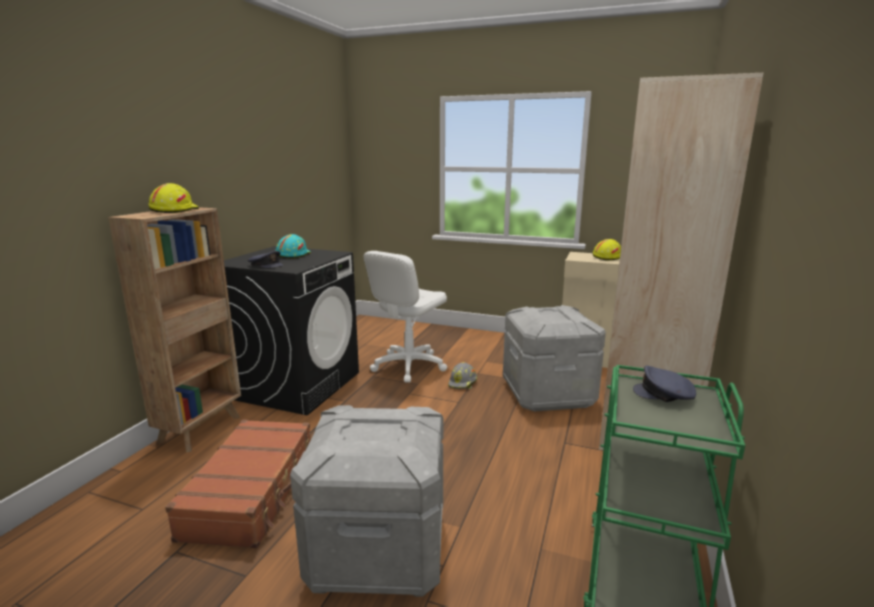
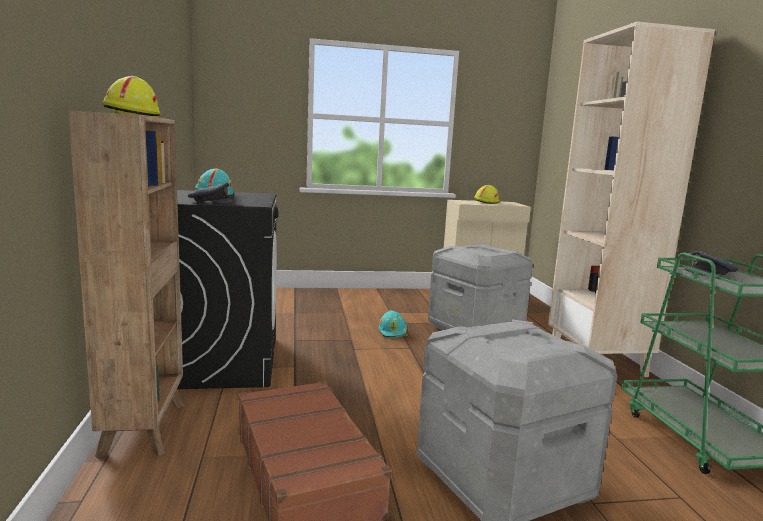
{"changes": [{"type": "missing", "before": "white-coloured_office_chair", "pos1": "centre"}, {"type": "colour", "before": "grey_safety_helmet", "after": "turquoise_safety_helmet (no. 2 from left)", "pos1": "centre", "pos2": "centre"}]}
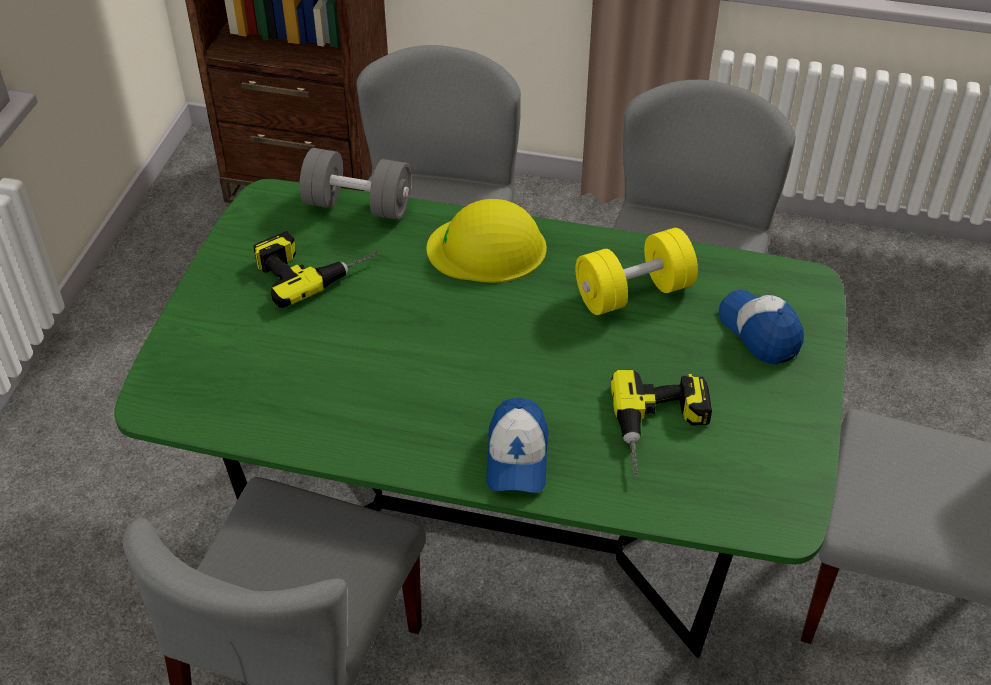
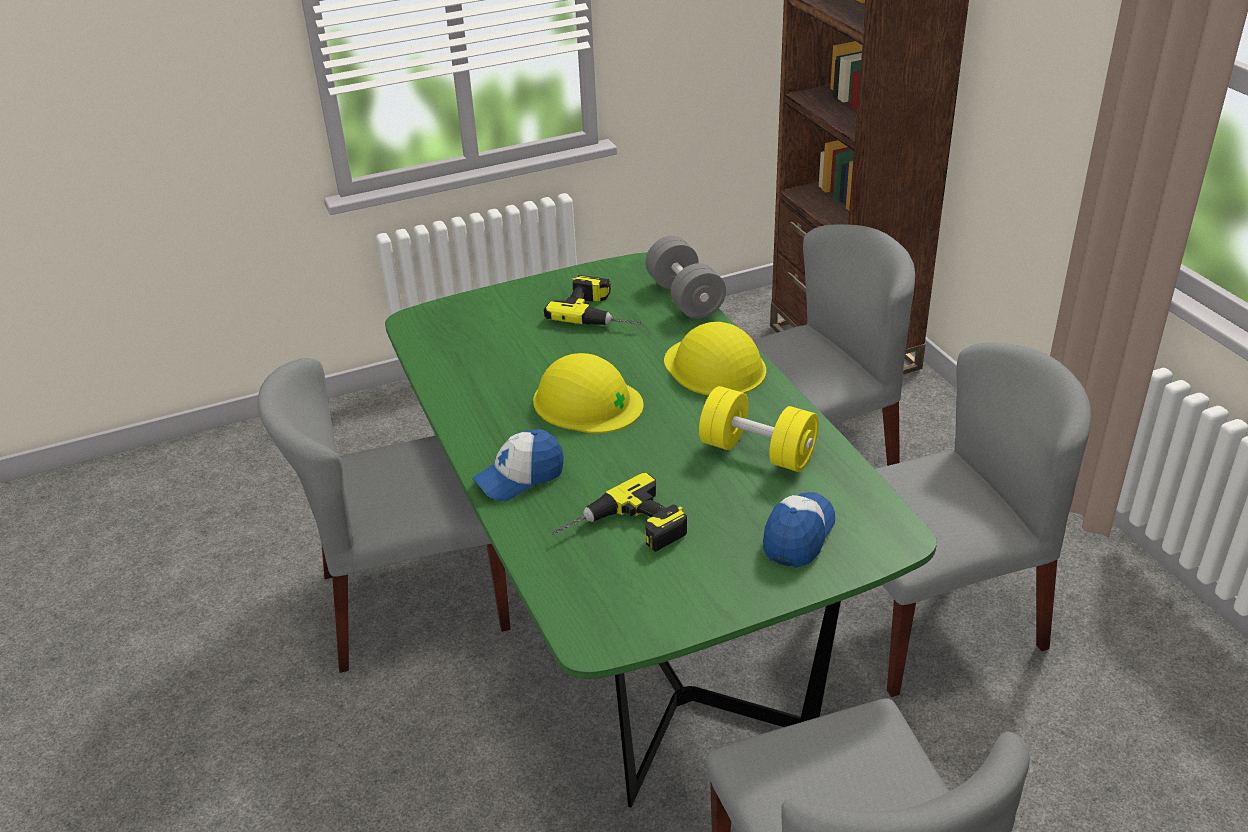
{"changes": [{"type": "appeared", "after": "yellowish_safety_helmet (no. 1 from left)", "pos2": "centre"}]}
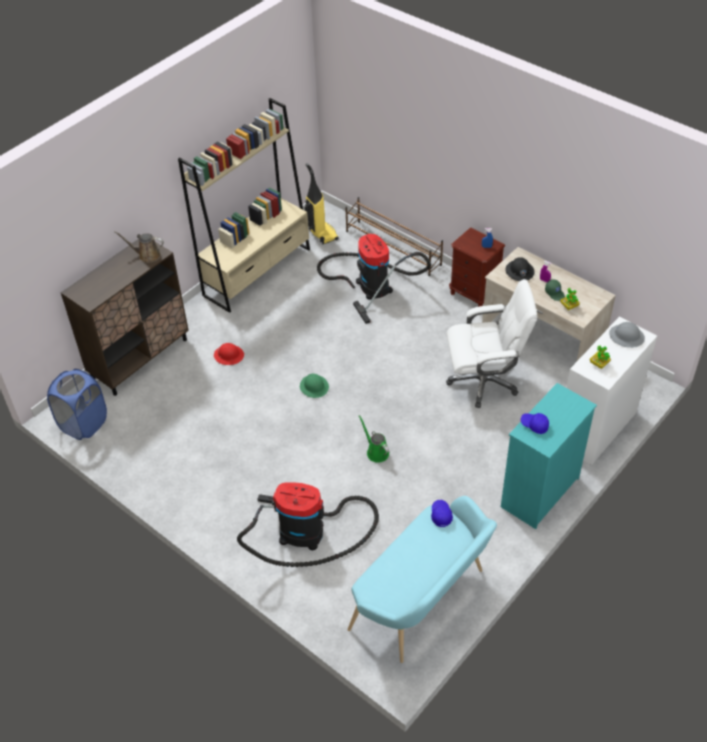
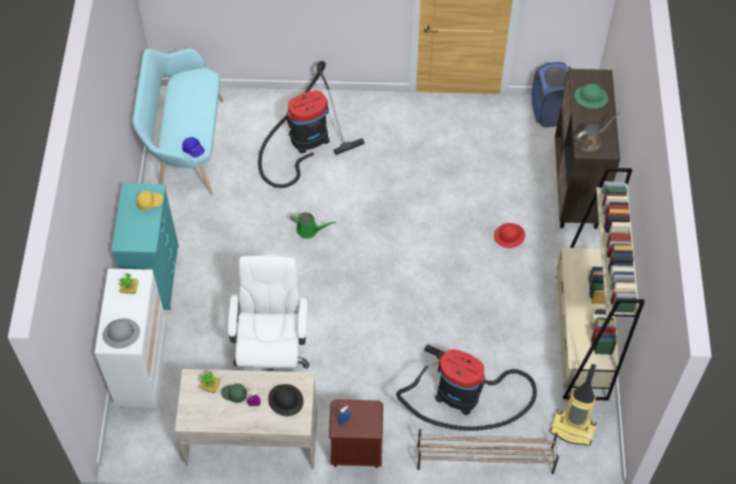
{"changes": [{"type": "relocated", "before": "greenish_safety_helmet", "pos1": "centre", "pos2": "top right"}, {"type": "spun", "before": "white-coloured_office_chair", "pos1": "middle right", "pos2": "centre", "turn": 135}, {"type": "colour", "before": "blue_baseball_cap (no. 2 from left)", "after": "yellowish_baseball_cap", "pos1": "middle right", "pos2": "middle left"}]}
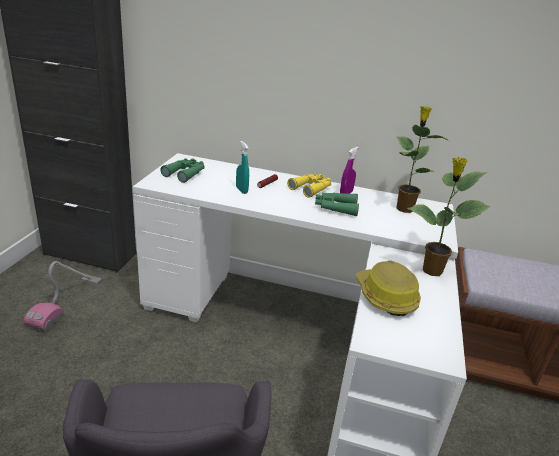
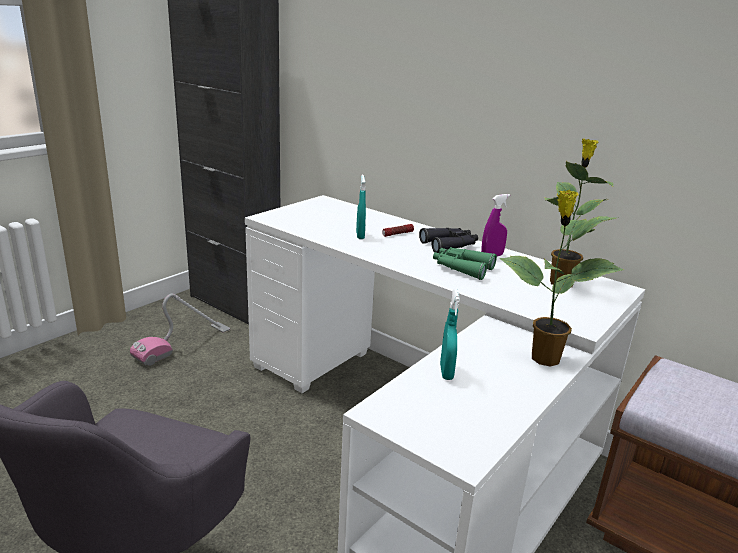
{"changes": [{"type": "missing", "before": "greenish_binoculars (no. 1 from left)", "pos1": "middle left"}, {"type": "colour", "before": "yellowish_binoculars", "after": "black-coloured_binoculars", "pos1": "centre", "pos2": "centre"}, {"type": "exchanged", "before": "safety_helmet", "after": "turquoise_sprayer (no. 2 from left)", "pos1": "middle right", "pos2": "centre"}]}
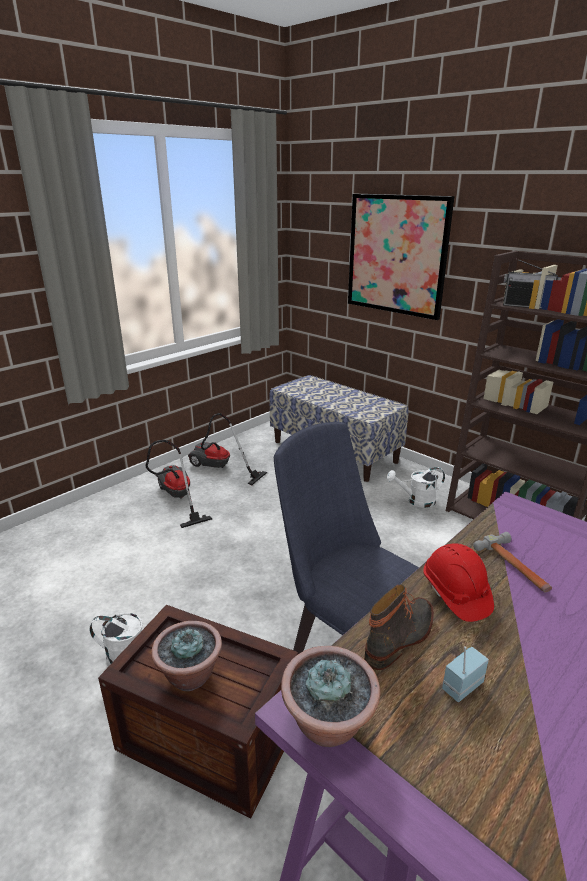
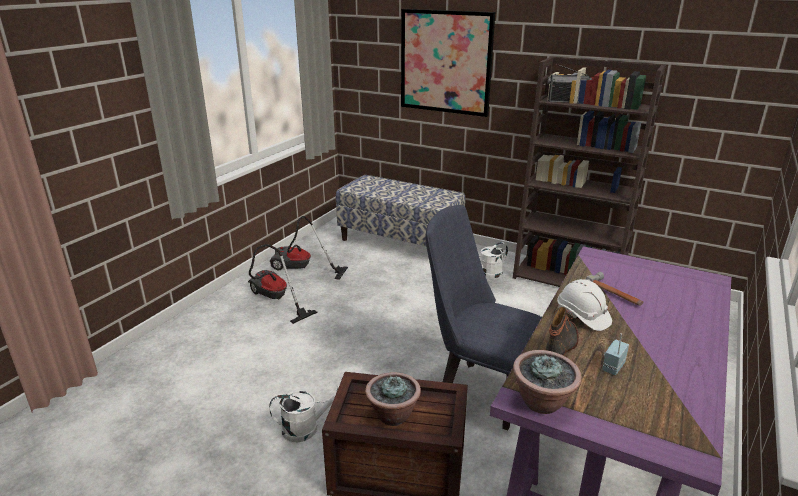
{"changes": [{"type": "colour", "before": "red-coloured_safety_helmet", "after": "white-coloured_safety_helmet", "pos1": "middle right", "pos2": "middle right"}]}
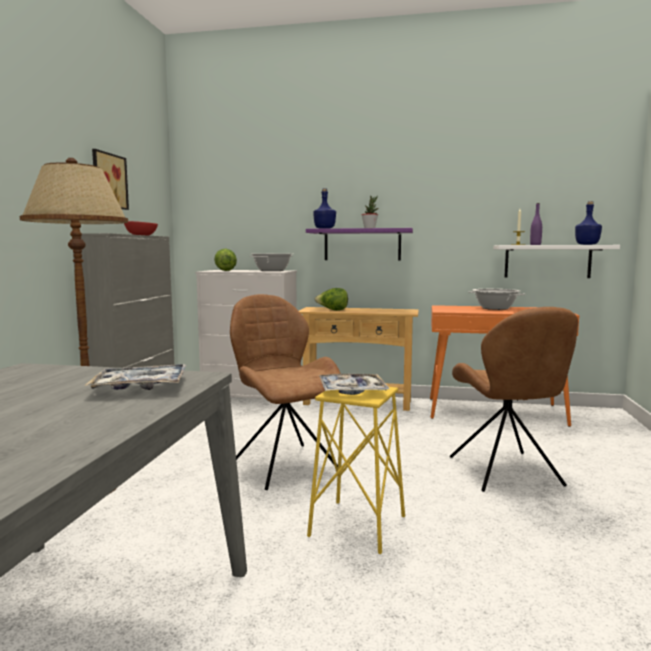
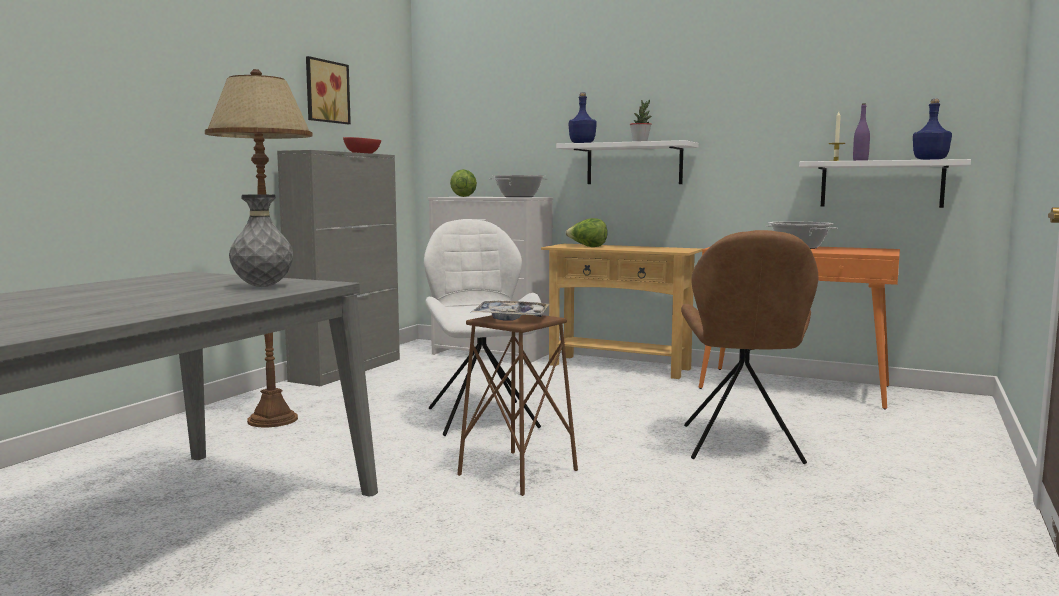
{"changes": [{"type": "exchanged", "before": "carrying_tray (no. 1 from left)", "after": "grey_vase", "pos1": "middle left", "pos2": "middle left"}, {"type": "colour", "before": "brown-coloured_chair (no. 1 from left)", "after": "white-coloured_chair", "pos1": "centre", "pos2": "centre"}, {"type": "colour", "before": "purple-coloured_shelf", "after": "white-coloured_shelf (no. 1 from left)", "pos1": "centre", "pos2": "top centre"}, {"type": "colour", "before": "yellowish_stool", "after": "brown-coloured_stool", "pos1": "bottom centre", "pos2": "bottom centre"}]}
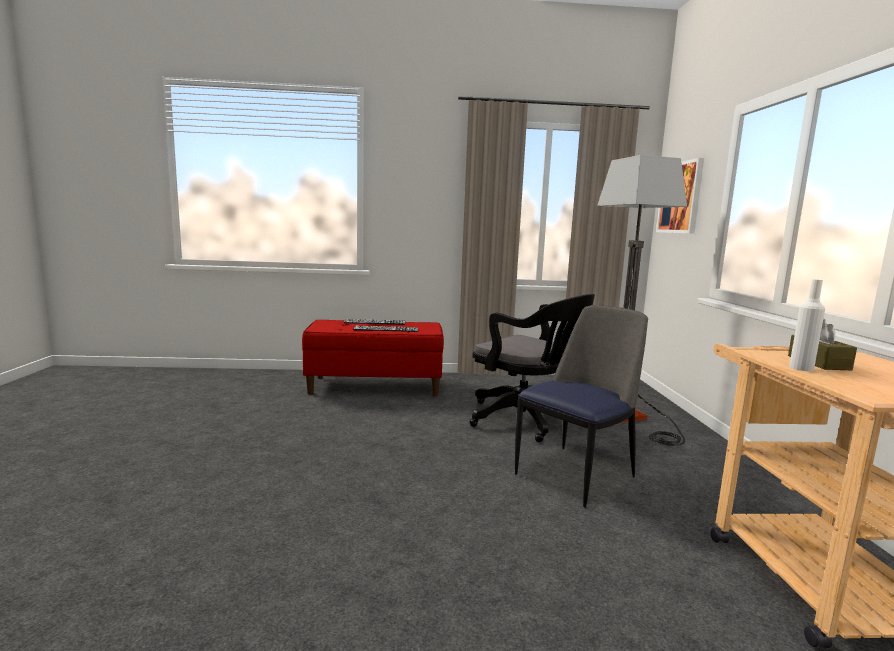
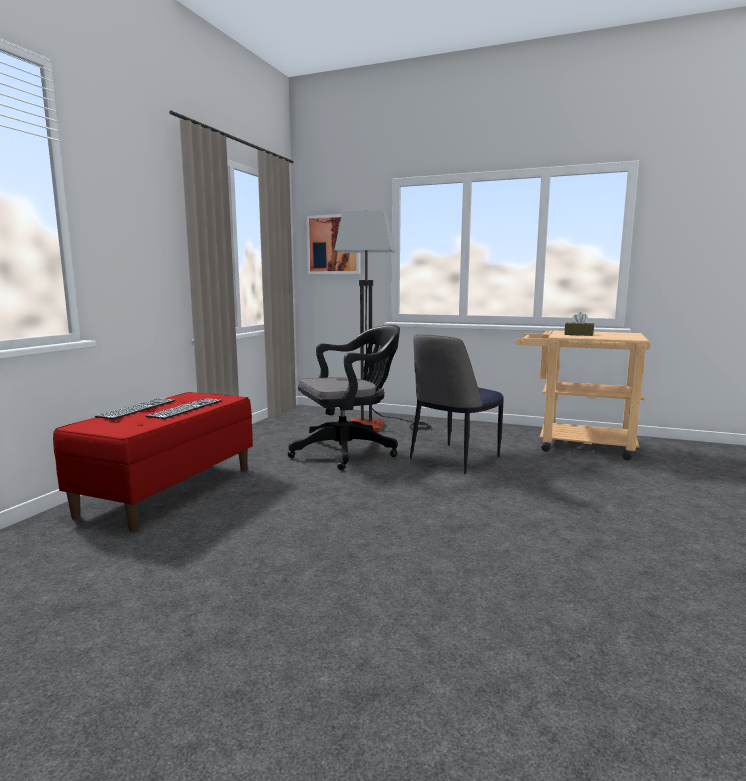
{"changes": [{"type": "spun", "before": "chair", "pos1": "centre", "pos2": "centre", "turn": -120}, {"type": "missing", "before": "white-coloured_beverage_bottle", "pos1": "middle right"}]}
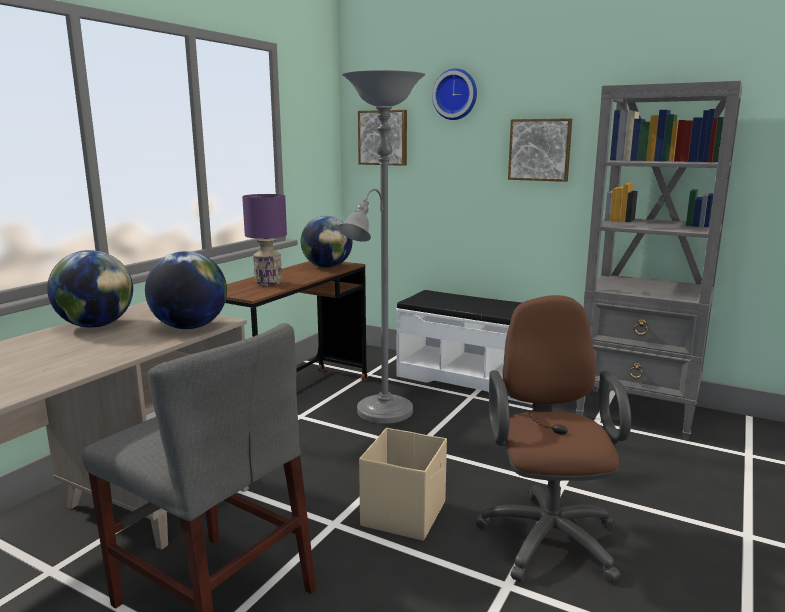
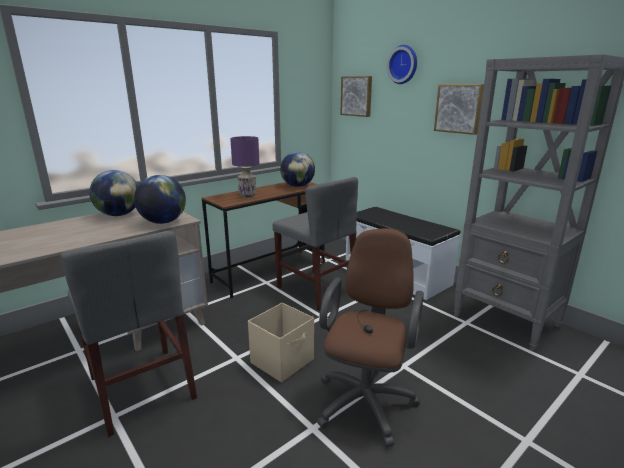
{"changes": [{"type": "exchanged", "before": "grey_standing_lamp", "after": "grey_chair (no. 2 from left)", "pos1": "centre", "pos2": "centre"}]}
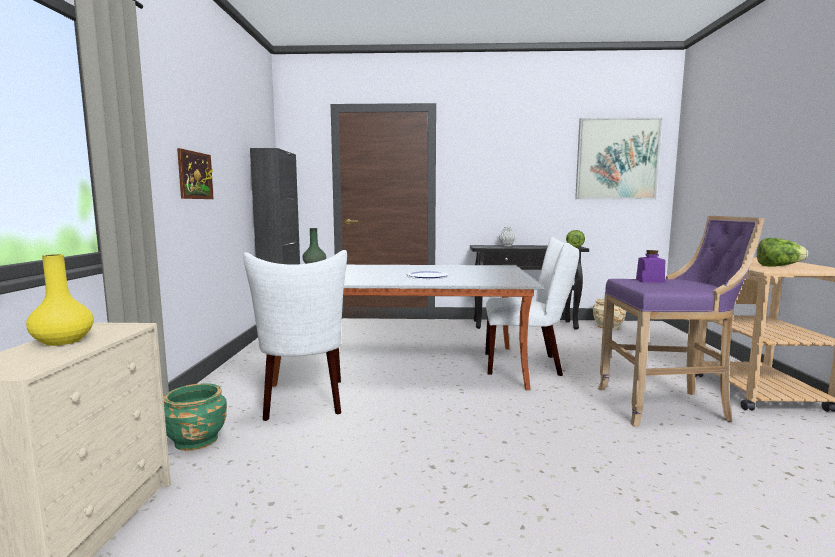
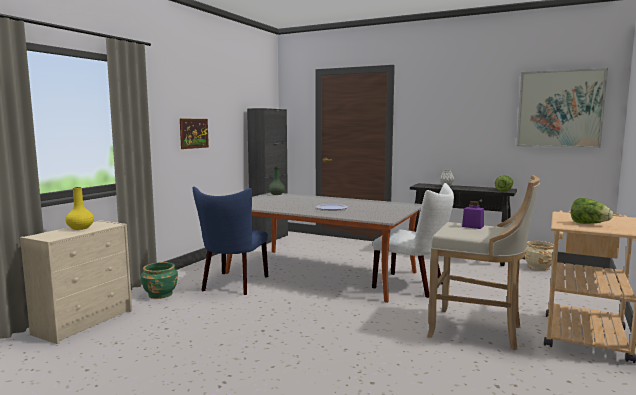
{"changes": [{"type": "colour", "before": "white-coloured_chair (no. 1 from left)", "after": "blue_chair", "pos1": "centre", "pos2": "centre"}, {"type": "colour", "before": "purple-coloured_stool", "after": "sand-coloured_stool", "pos1": "middle right", "pos2": "middle right"}]}
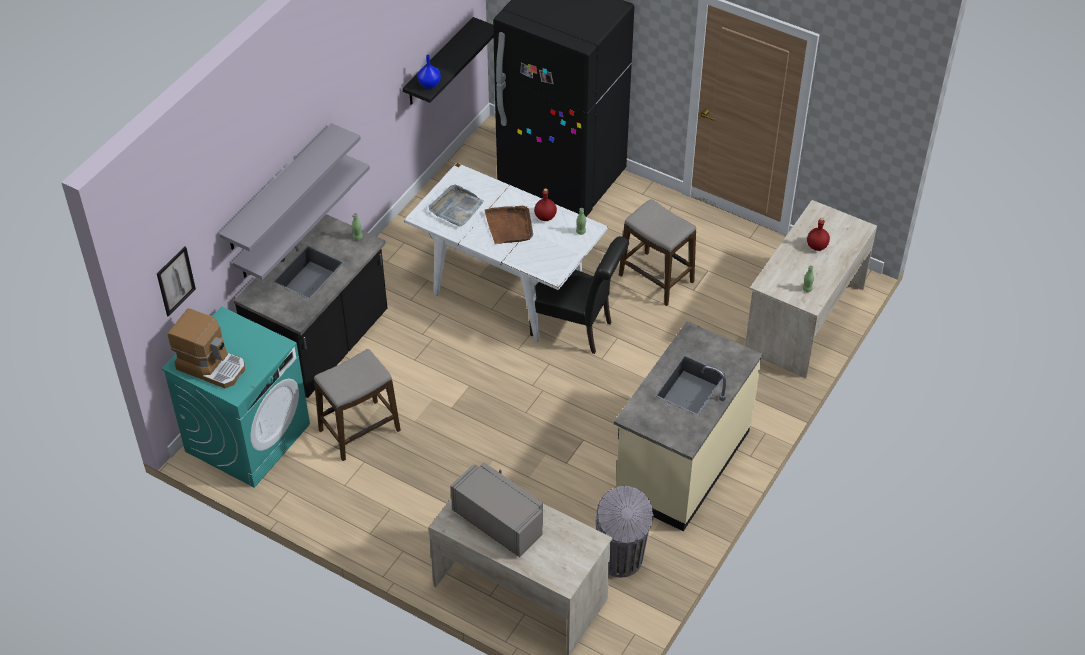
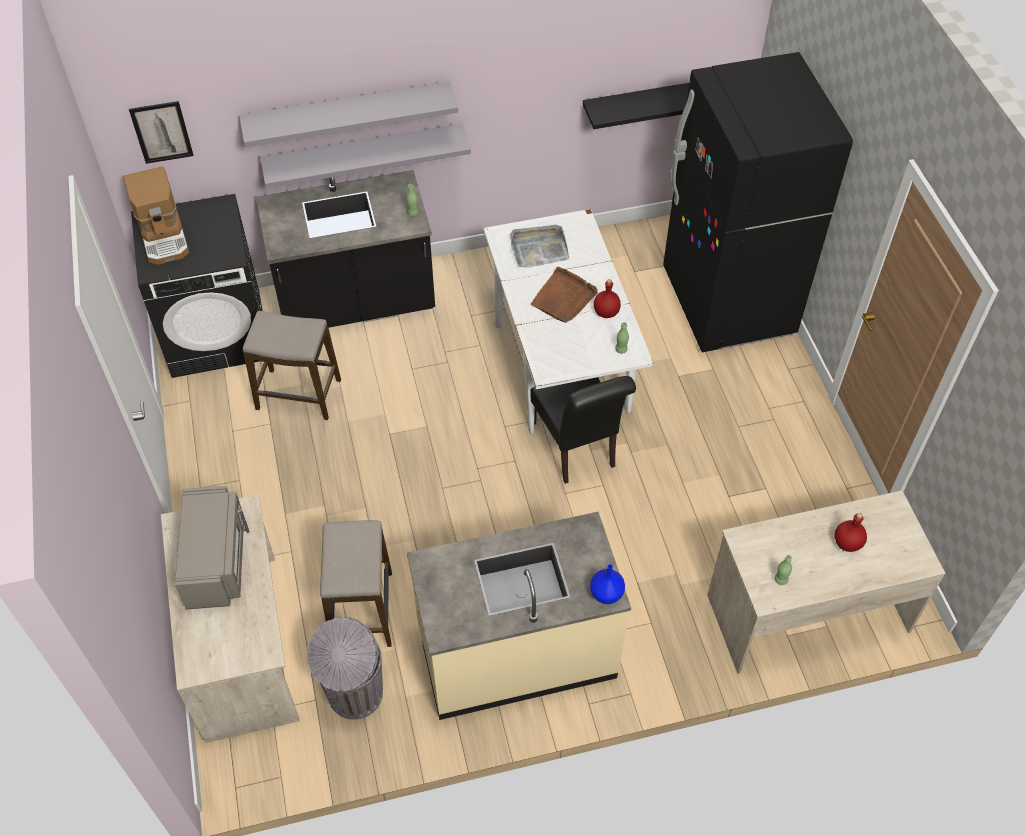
{"changes": [{"type": "colour", "before": "turquoise_laundry_appliance", "after": "black-coloured_laundry_appliance", "pos1": "middle left", "pos2": "middle left"}, {"type": "relocated", "before": "blue_vase", "pos1": "top centre", "pos2": "bottom centre"}, {"type": "relocated", "before": "stool (no. 2 from left)", "pos1": "centre", "pos2": "bottom centre"}]}
